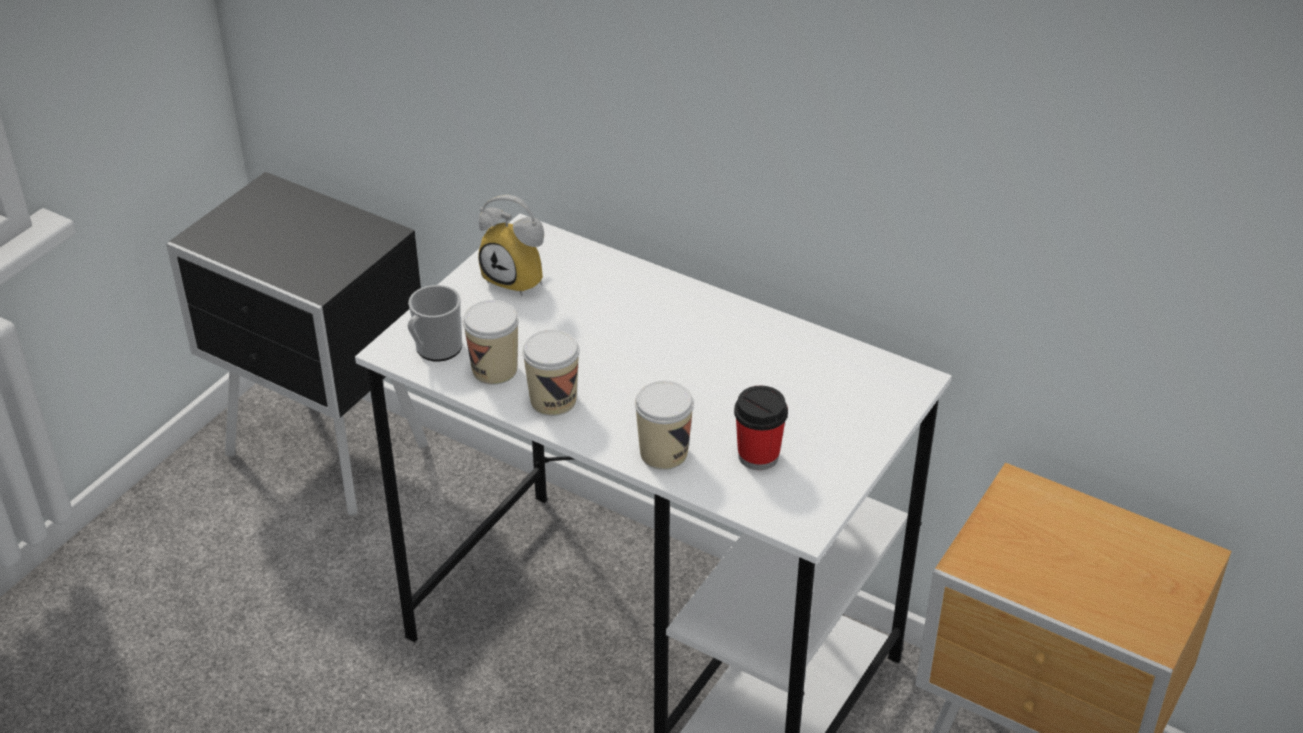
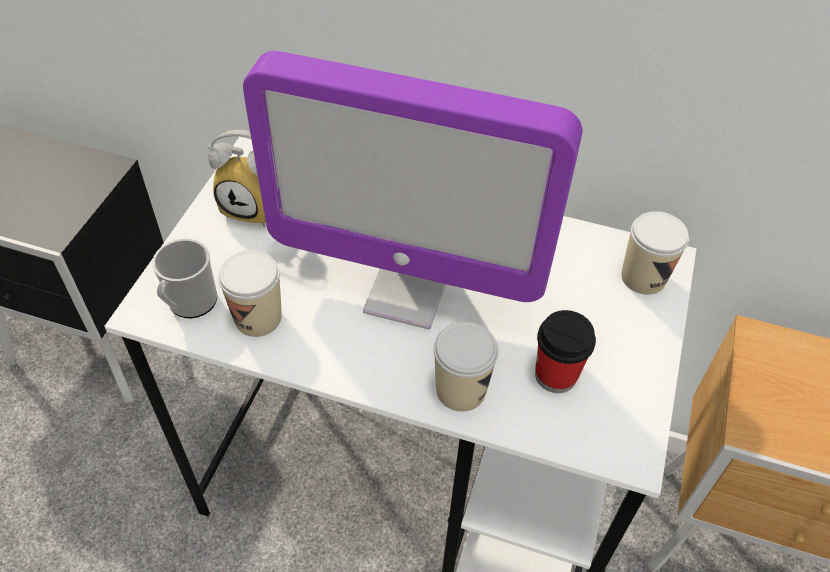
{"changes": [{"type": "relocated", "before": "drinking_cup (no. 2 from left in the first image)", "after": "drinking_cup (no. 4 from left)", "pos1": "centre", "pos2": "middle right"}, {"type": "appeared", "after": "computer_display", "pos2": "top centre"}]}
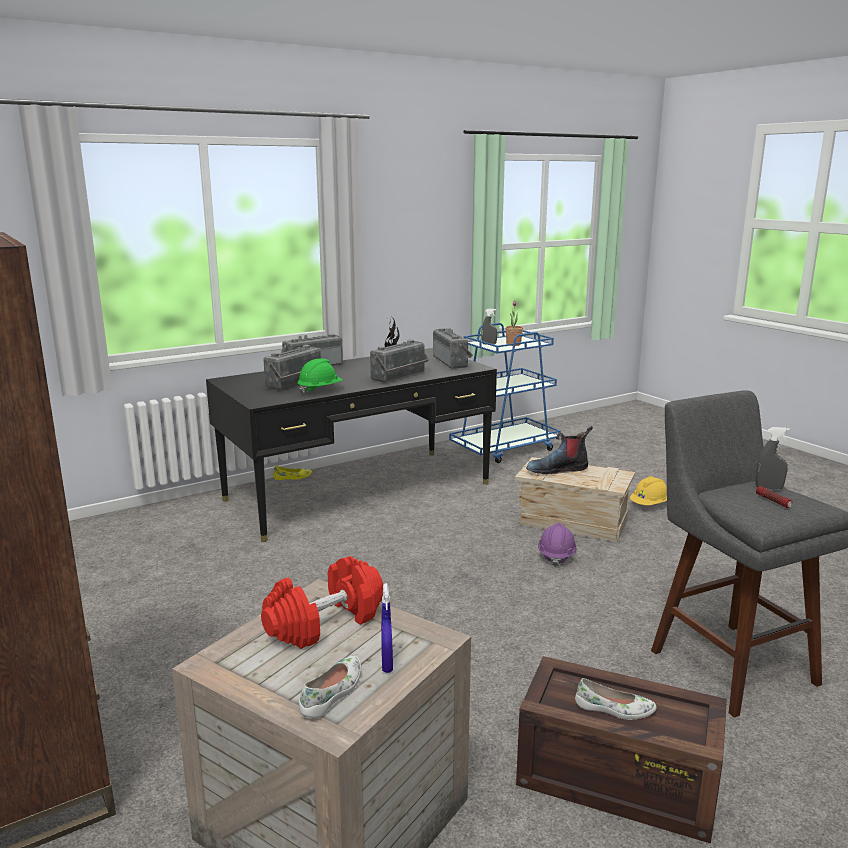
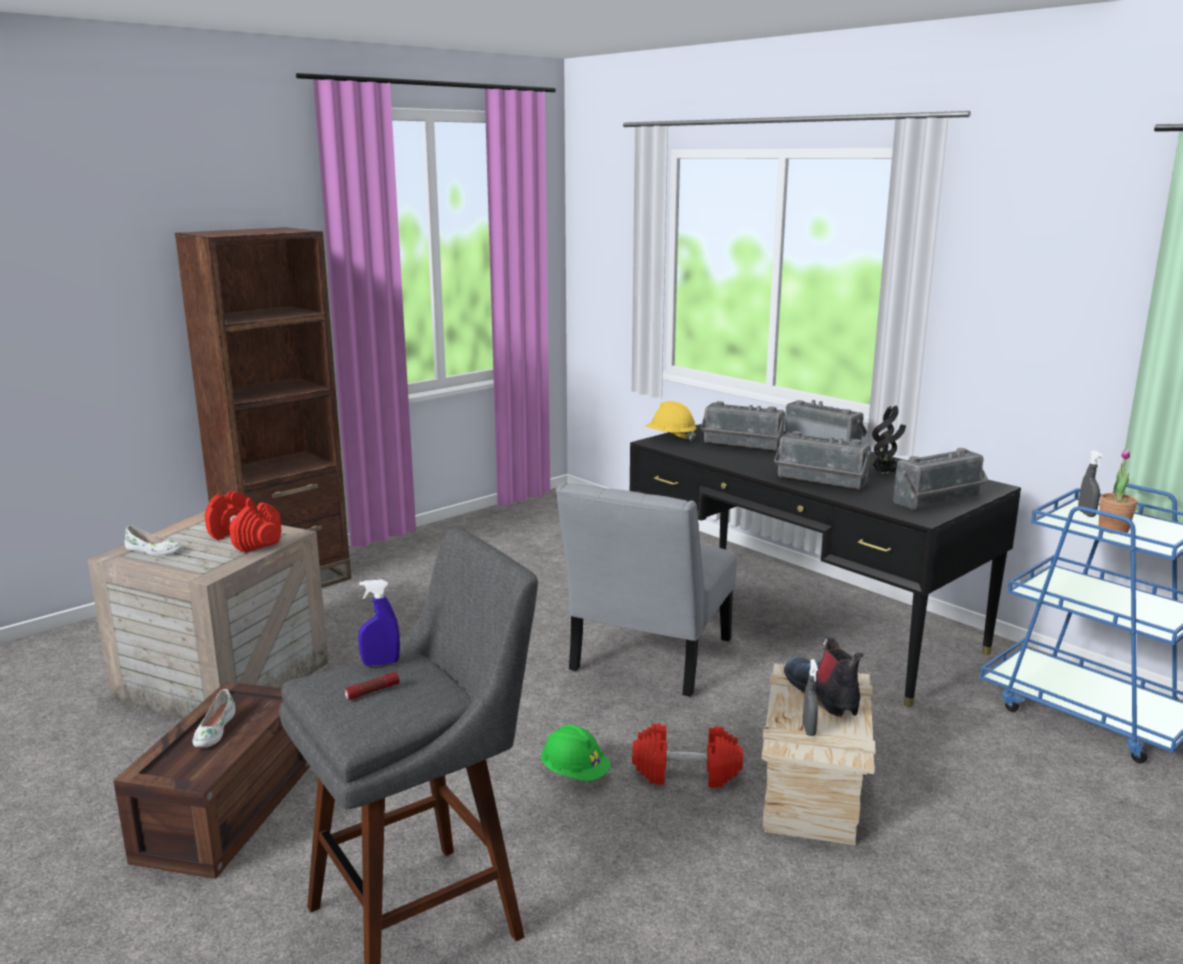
{"changes": [{"type": "missing", "before": "yellowish_item_of_footwear", "pos1": "centre"}, {"type": "relocated", "before": "greenish_safety_helmet", "pos1": "centre", "pos2": "bottom centre"}, {"type": "relocated", "before": "blue_sprayer", "pos1": "bottom centre", "pos2": "middle left"}, {"type": "exchanged", "before": "purple-coloured_safety_helmet", "after": "red-coloured_dumbbell (no. 2 from left)", "pos1": "centre", "pos2": "bottom centre"}, {"type": "relocated", "before": "yellowish_safety_helmet", "pos1": "middle right", "pos2": "centre"}, {"type": "relocated", "before": "grey_sprayer (no. 2 from left in the first image)", "after": "grey_sprayer (no. 1 from left)", "pos1": "middle right", "pos2": "bottom right"}, {"type": "appeared", "after": "grey_chair", "pos2": "centre"}]}
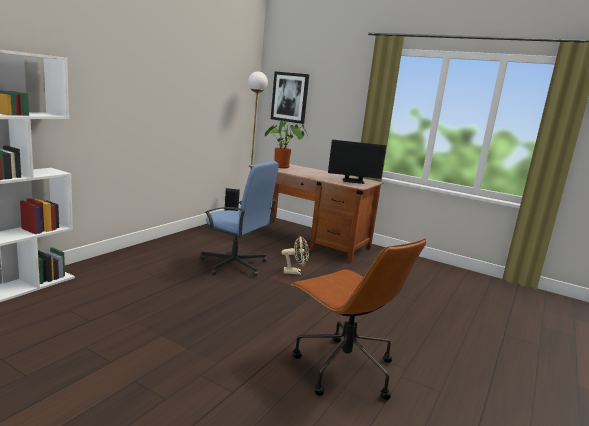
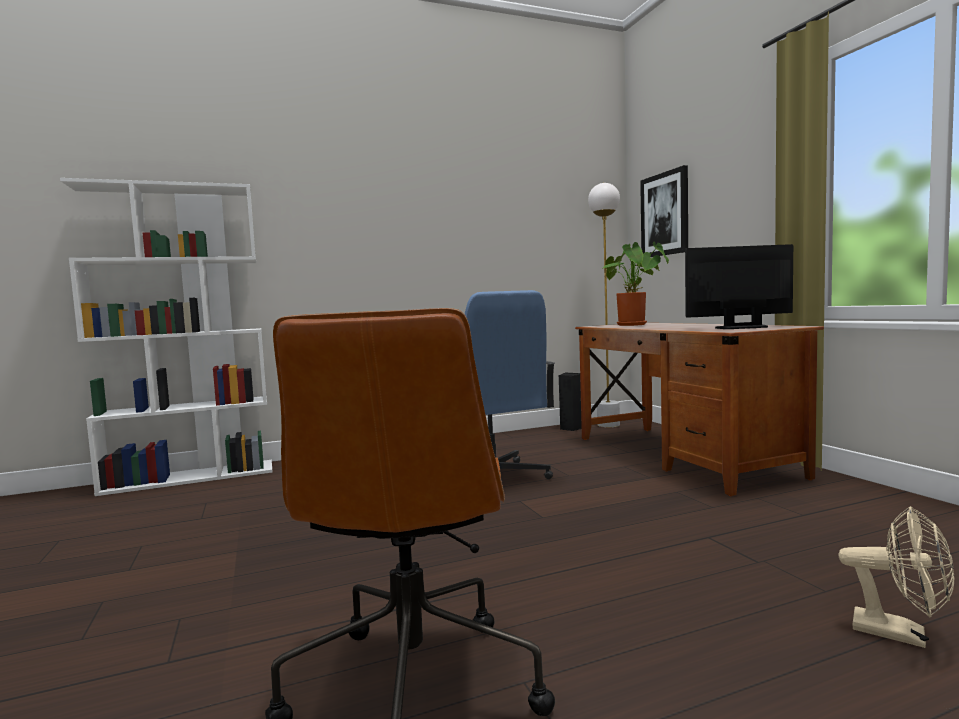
{"changes": [{"type": "relocated", "before": "sand-coloured_fan", "pos1": "centre", "pos2": "bottom right"}, {"type": "spun", "before": "computer_display", "pos1": "centre", "pos2": "middle right", "turn": 135}]}
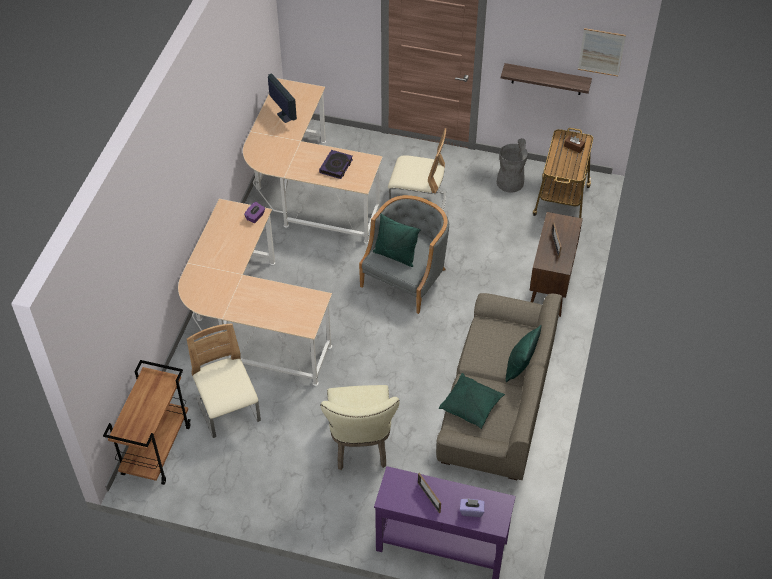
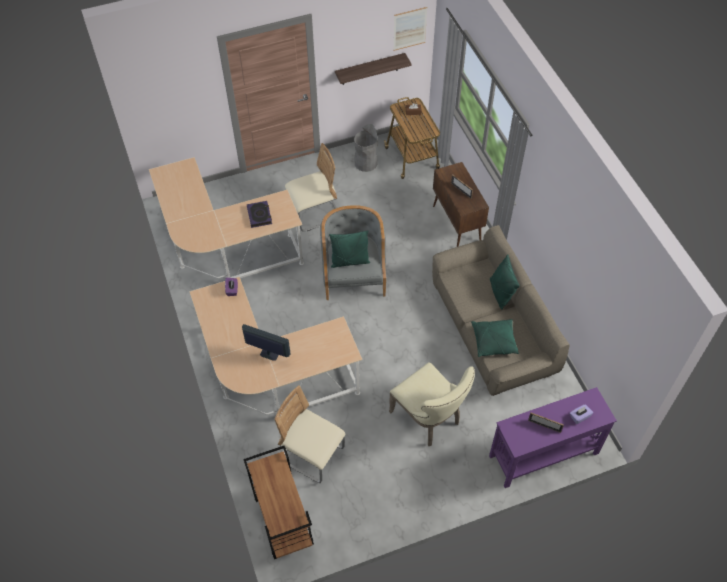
{"changes": [{"type": "relocated", "before": "computer_display", "pos1": "top centre", "pos2": "centre"}]}
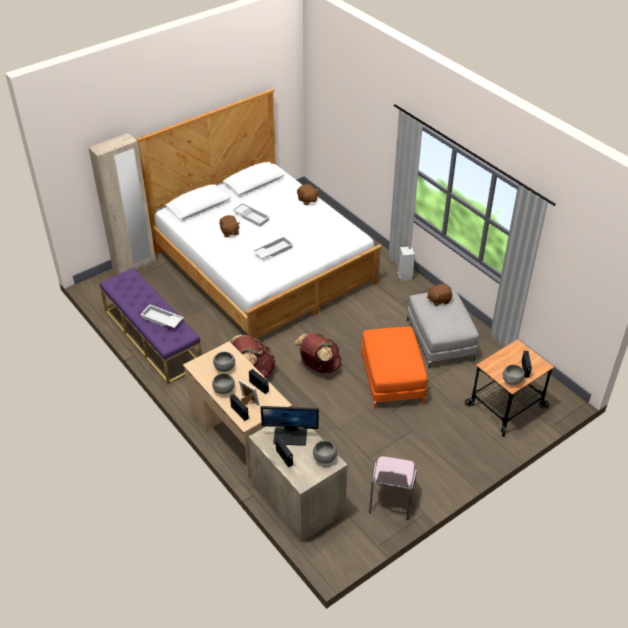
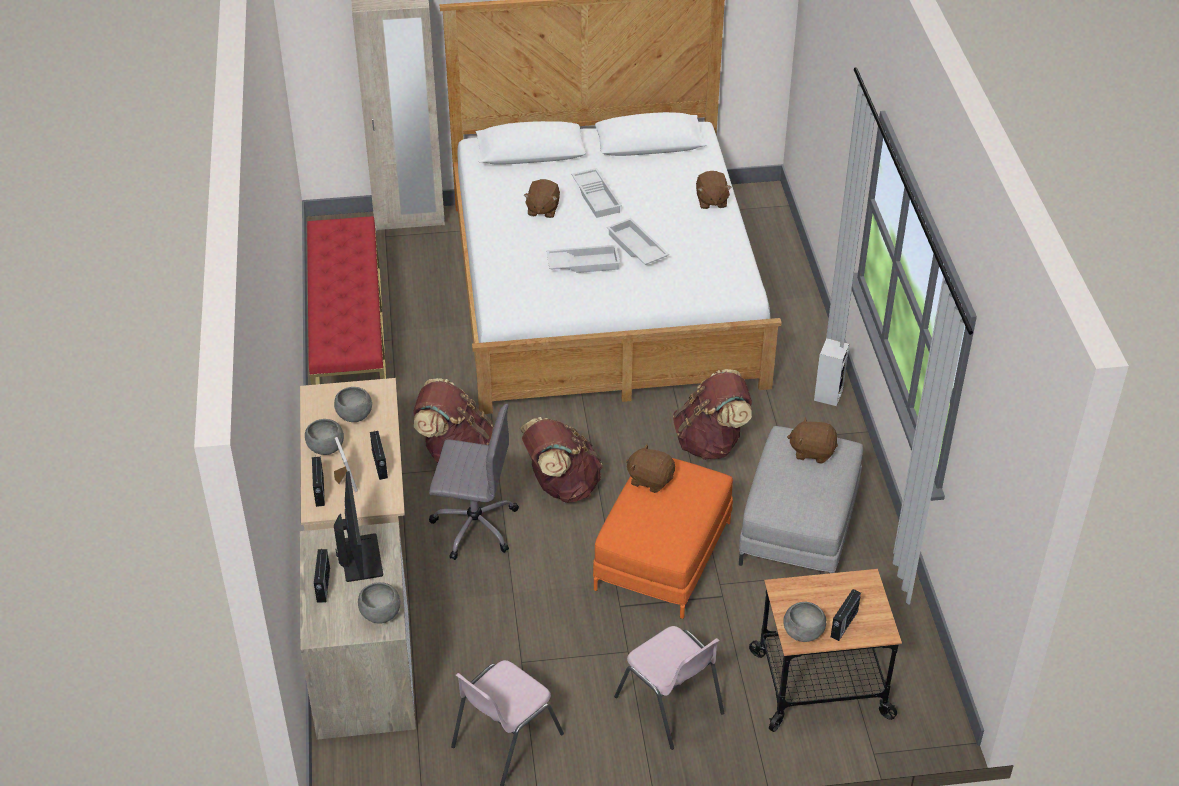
{"changes": [{"type": "colour", "before": "purple-coloured_bench", "after": "red-coloured_bench", "pos1": "middle left", "pos2": "middle left"}, {"type": "relocated", "before": "white-coloured_carrying_tray (no. 1 from left in the first image)", "after": "white-coloured_carrying_tray (no. 3 from left)", "pos1": "middle left", "pos2": "top centre"}, {"type": "spun", "before": "computer_display", "pos1": "bottom centre", "pos2": "bottom left", "turn": -135}, {"type": "appeared", "after": "grey_office_chair", "pos2": "centre"}, {"type": "appeared", "after": "pink_chair (no. 2 from left)", "pos2": "bottom centre"}, {"type": "appeared", "after": "brown-coloured_cuddly_toy (no. 2 from left)", "pos2": "centre"}, {"type": "appeared", "after": "brown-coloured_knapsack (no. 3 from left)", "pos2": "centre"}]}
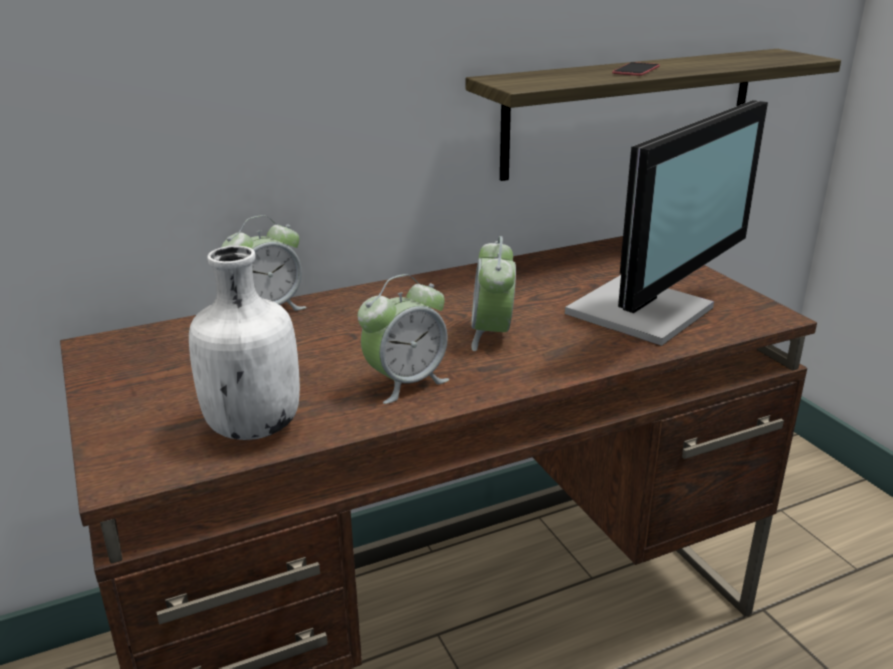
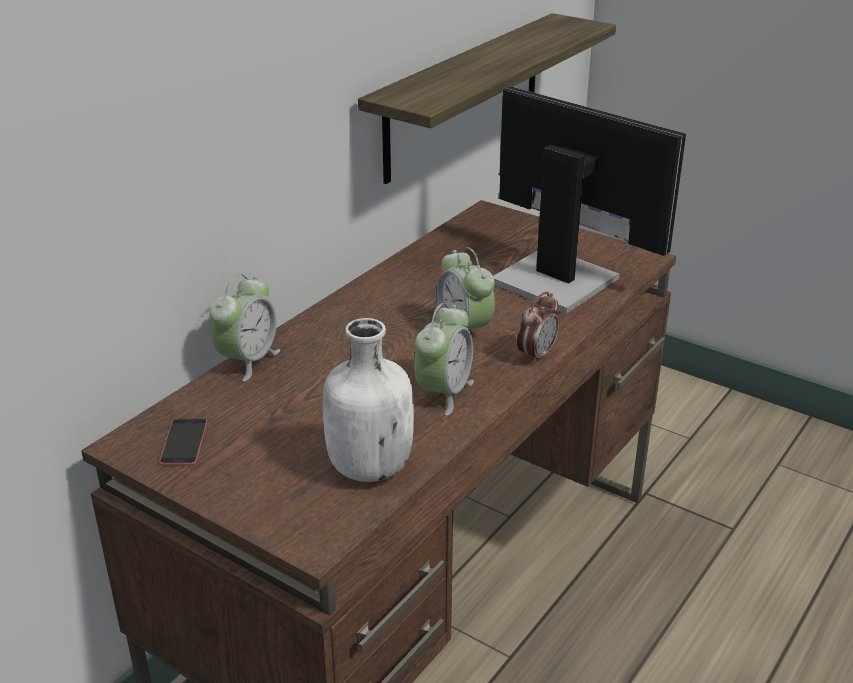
{"changes": [{"type": "spun", "before": "computer_display", "pos1": "middle right", "pos2": "top right", "turn": -60}, {"type": "relocated", "before": "phone", "pos1": "top right", "pos2": "middle left"}, {"type": "appeared", "after": "table_clock (no. 4 from left)", "pos2": "centre"}]}
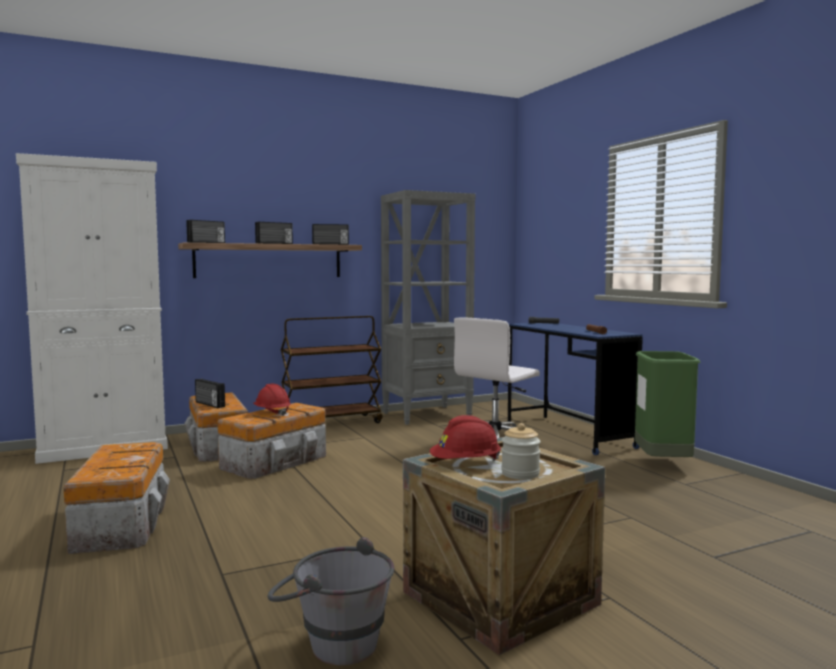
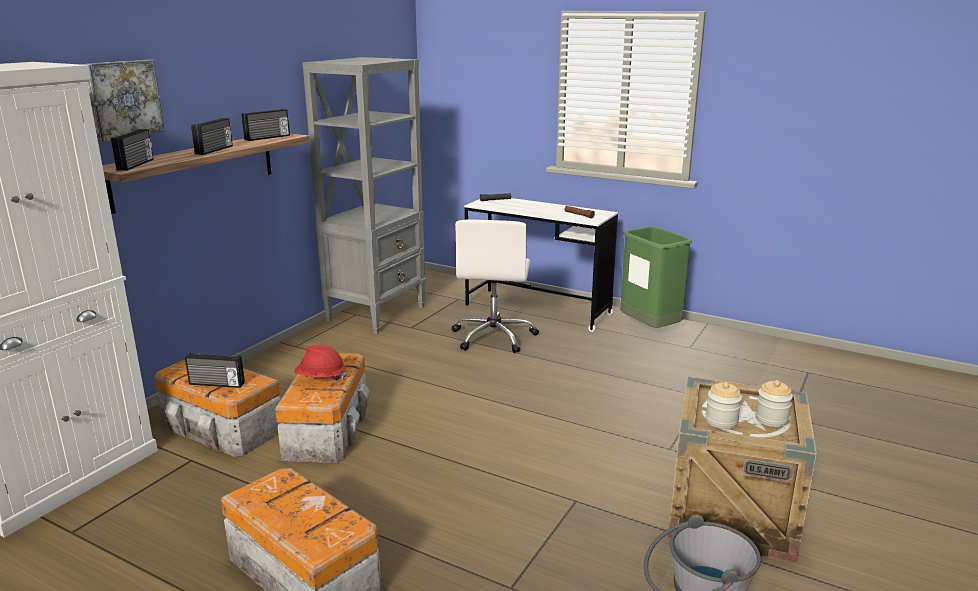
{"changes": [{"type": "missing", "before": "brown-coloured_cart", "pos1": "centre"}, {"type": "exchanged", "before": "red-coloured_safety_helmet (no. 2 from left)", "after": "preserve_jar (no. 1 from left)", "pos1": "centre", "pos2": "bottom right"}, {"type": "colour", "before": "blue_desk_unit", "after": "white-coloured_desk_unit", "pos1": "middle right", "pos2": "centre"}, {"type": "appeared", "after": "wall_art", "pos2": "top left"}]}
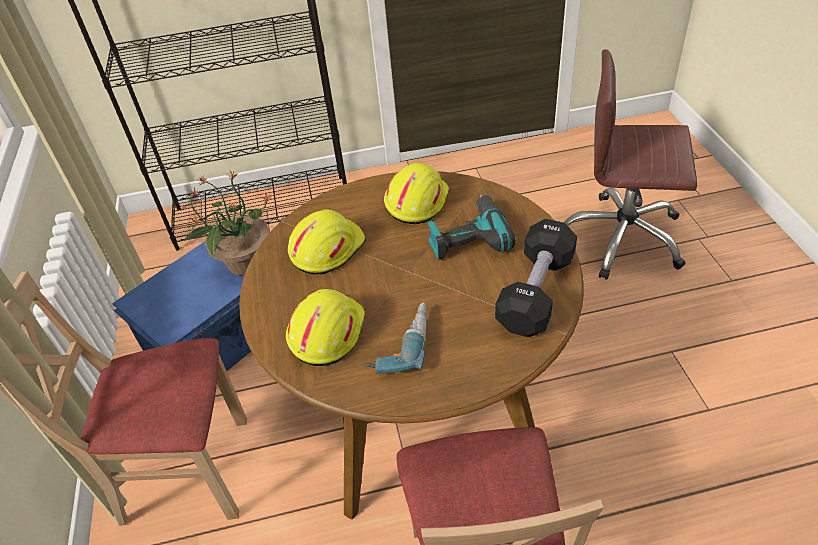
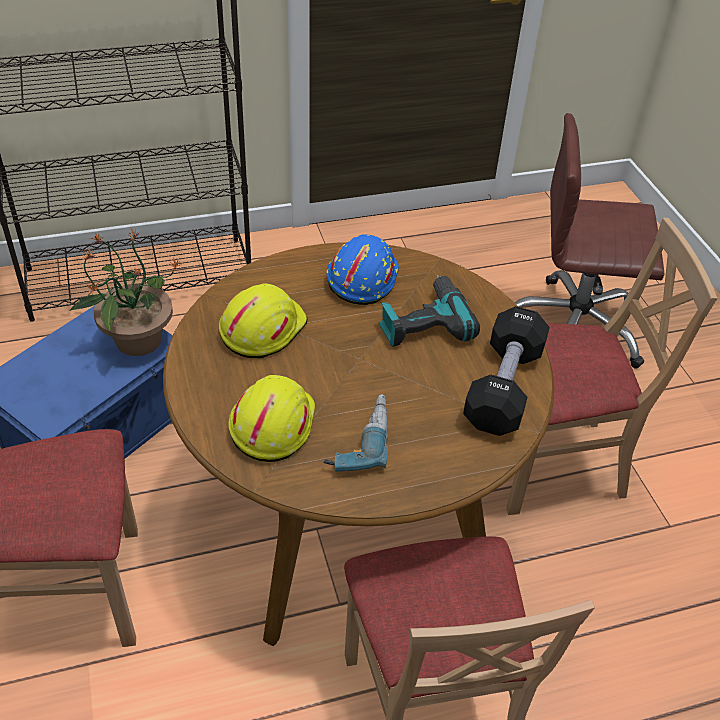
{"changes": [{"type": "colour", "before": "yellowish_safety_helmet (no. 3 from left)", "after": "blue_safety_helmet", "pos1": "centre", "pos2": "centre"}, {"type": "appeared", "after": "sand-coloured_chair (no. 3 from left)", "pos2": "middle right"}]}
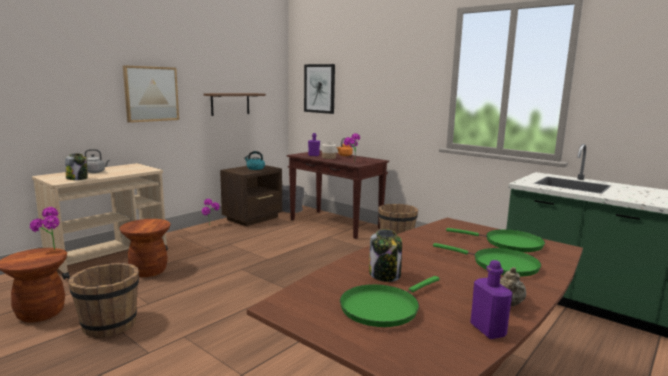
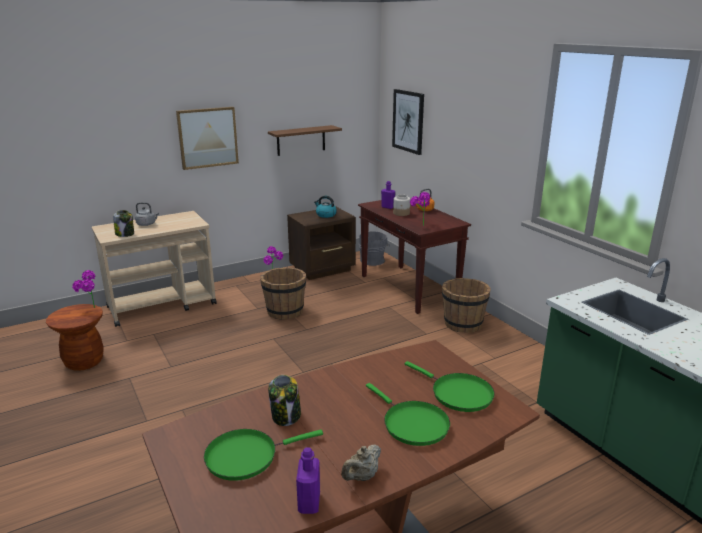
{"changes": [{"type": "relocated", "before": "brown-coloured_bucket (no. 1 from left)", "pos1": "bottom left", "pos2": "centre"}, {"type": "missing", "before": "brown-coloured_stool (no. 2 from left)", "pos1": "middle left"}]}
